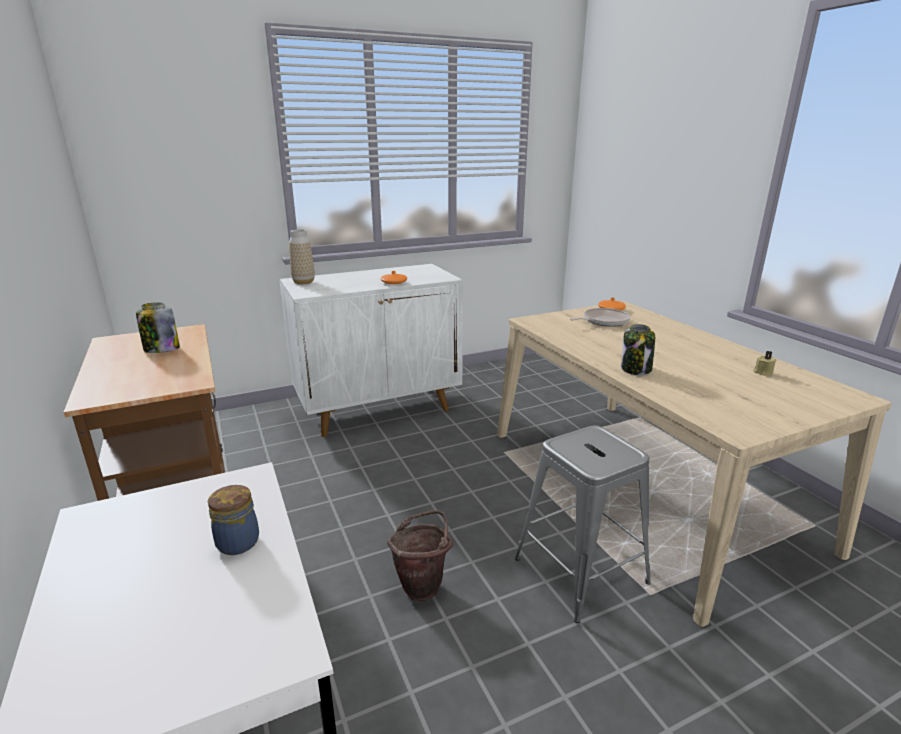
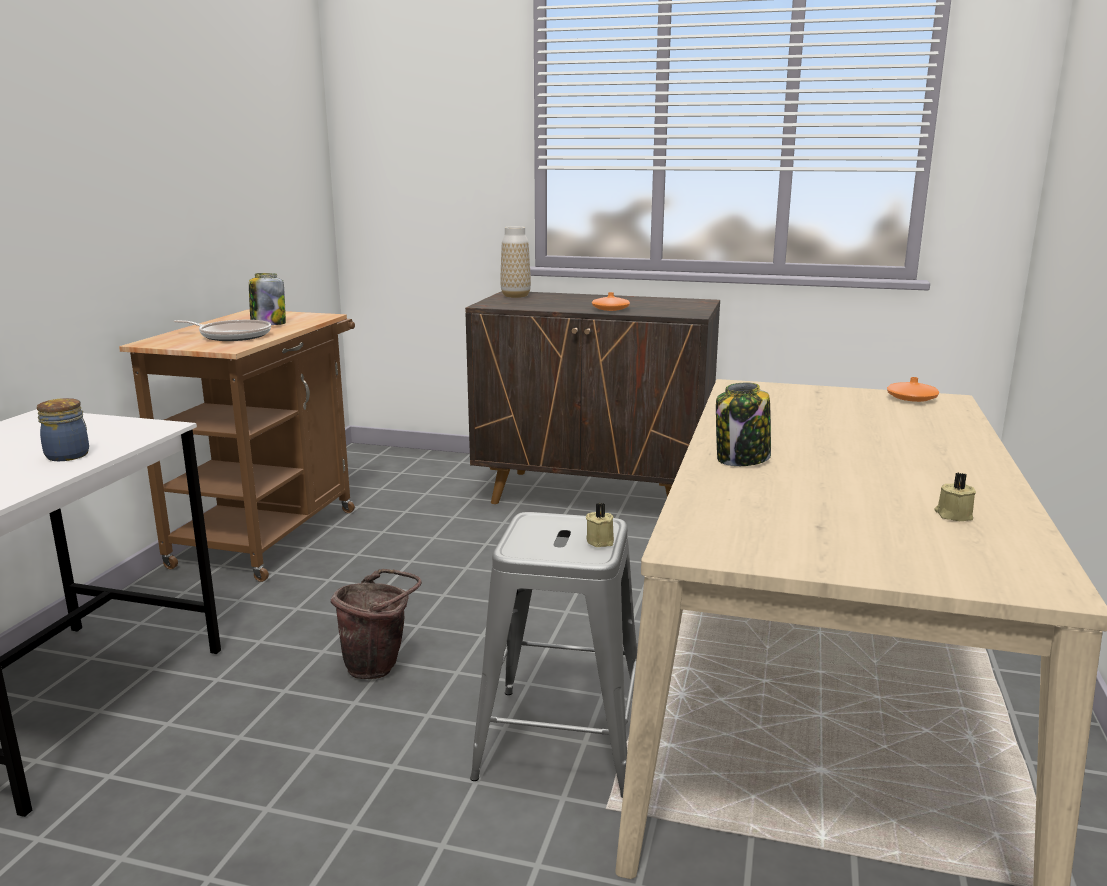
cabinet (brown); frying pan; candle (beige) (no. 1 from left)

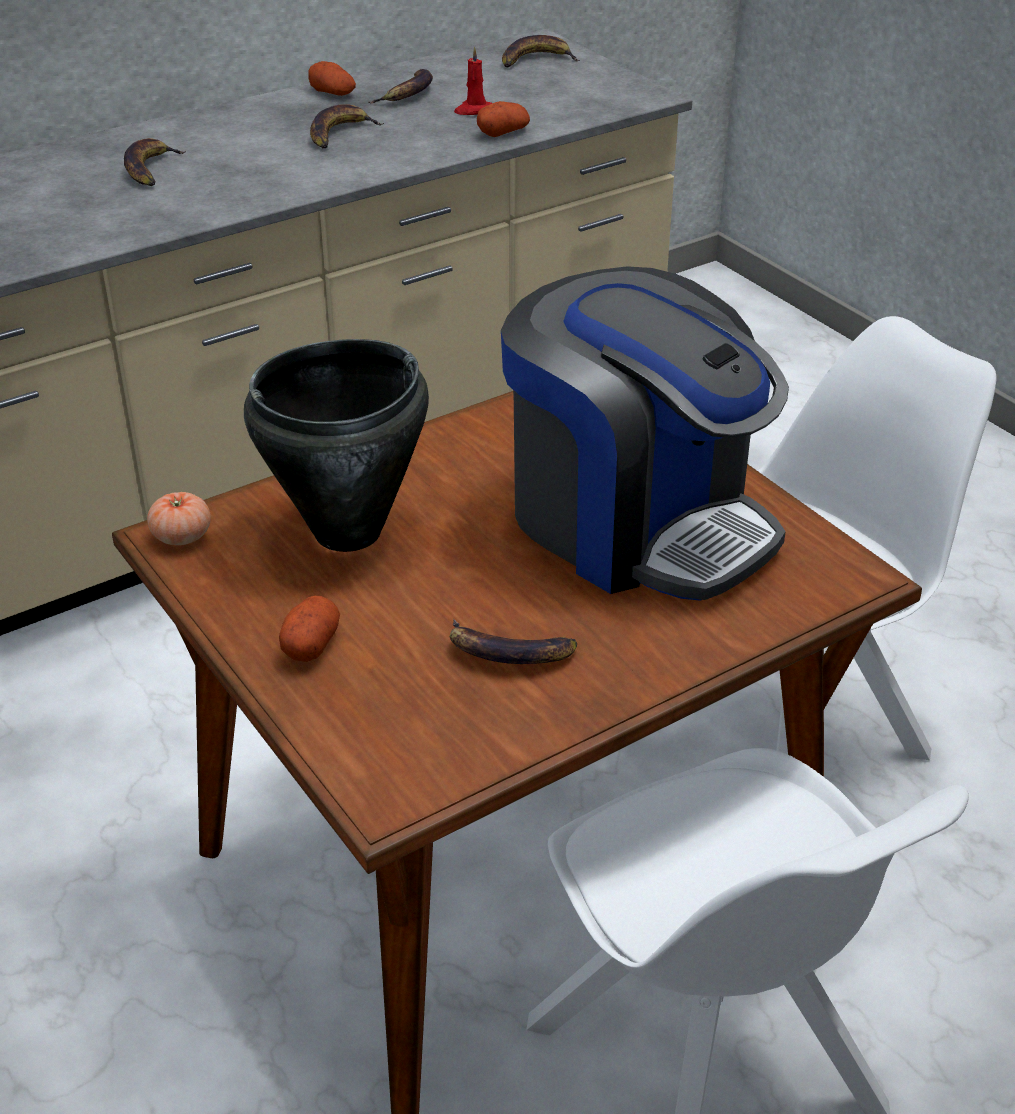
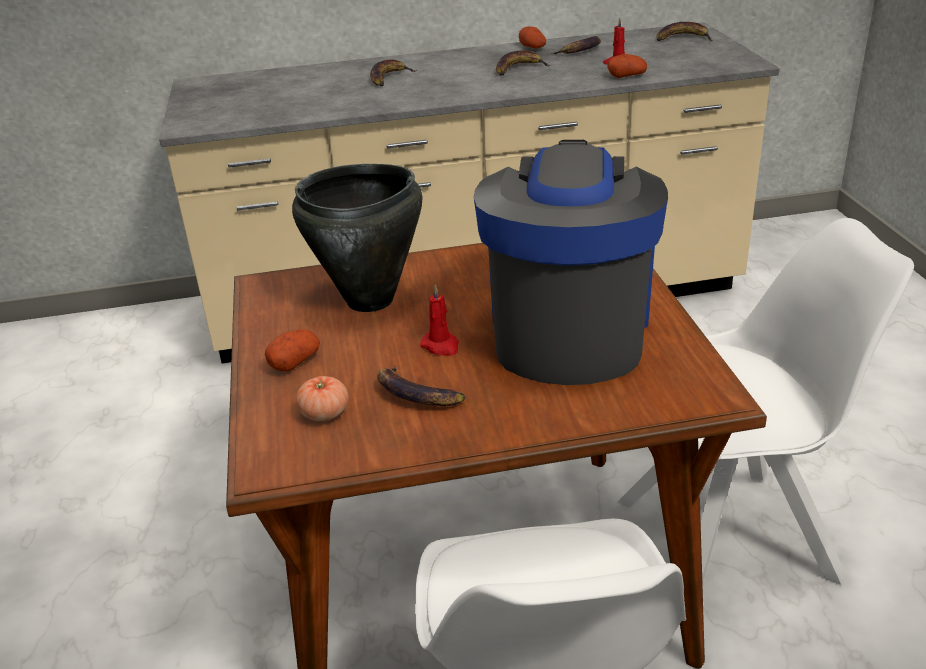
tomato; coffee machine; candle (red) (no. 1 from left)

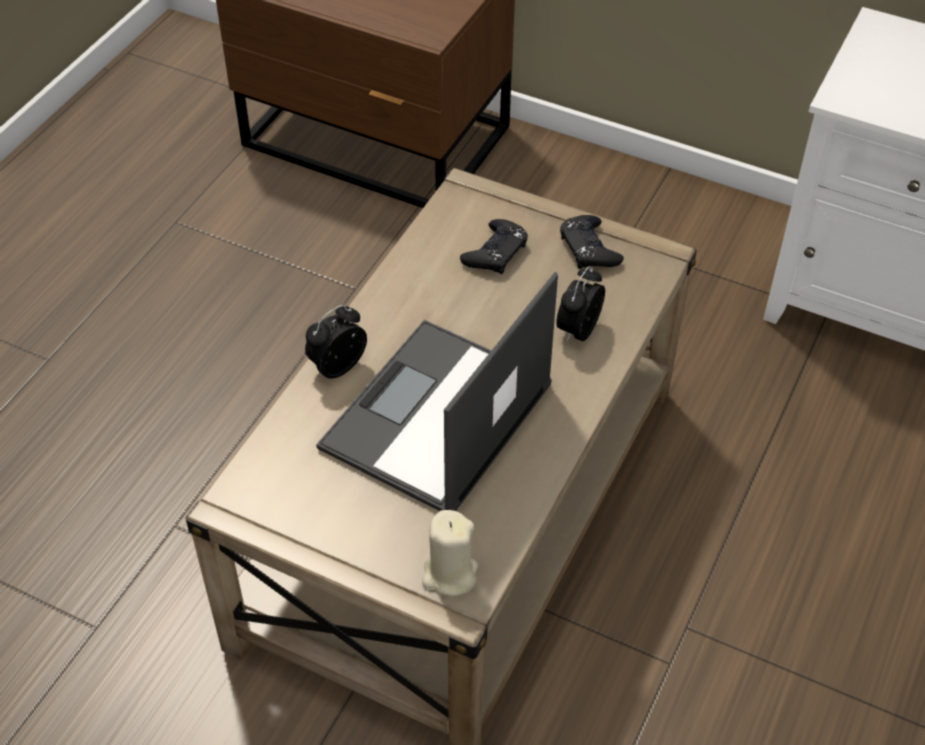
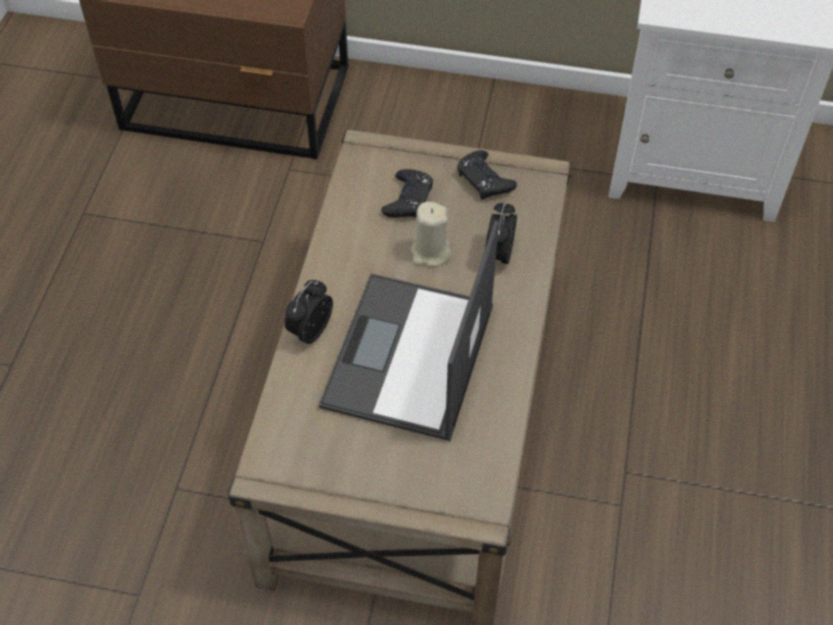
candle (beige)

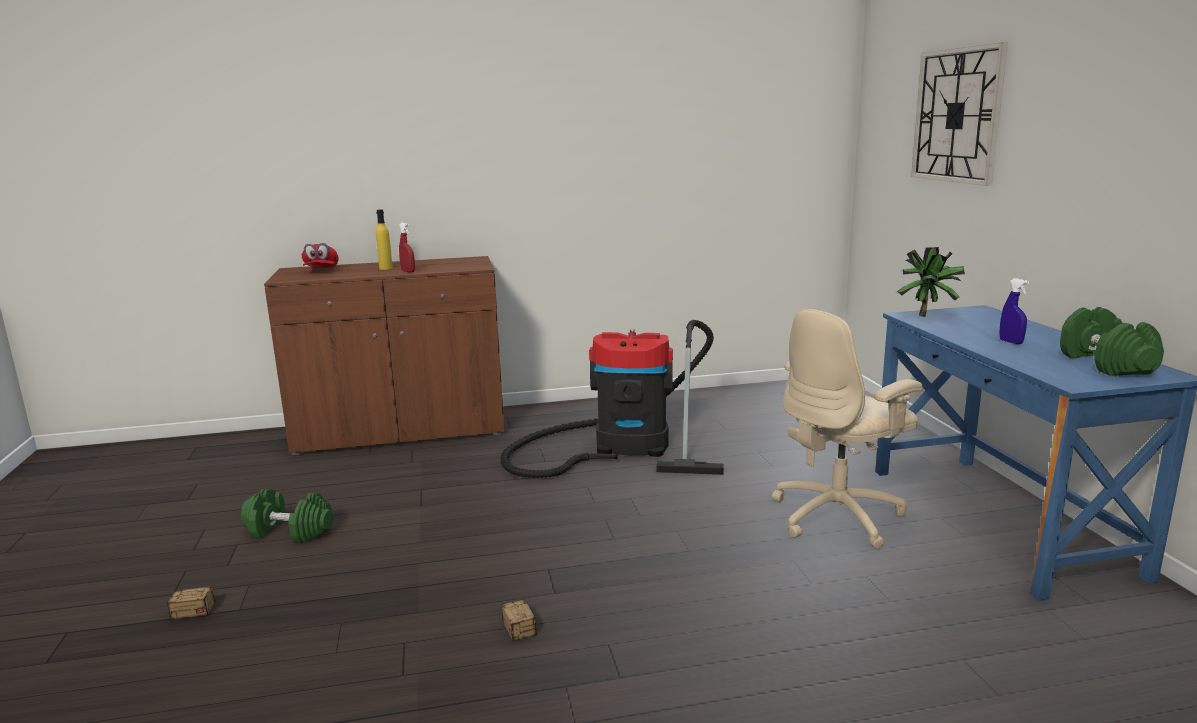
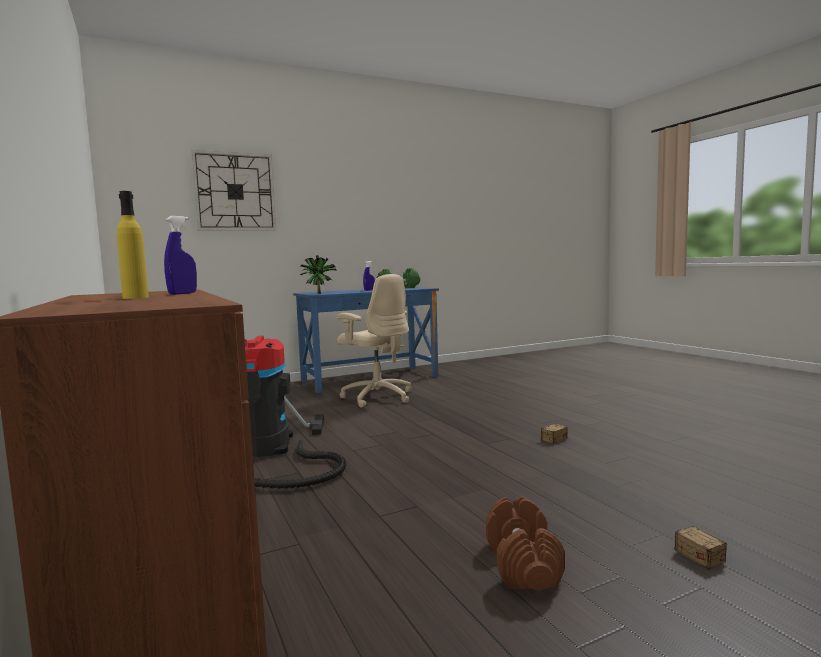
dumbbell (brown); cap (red); spray bottle (blue) (no. 1 from left)

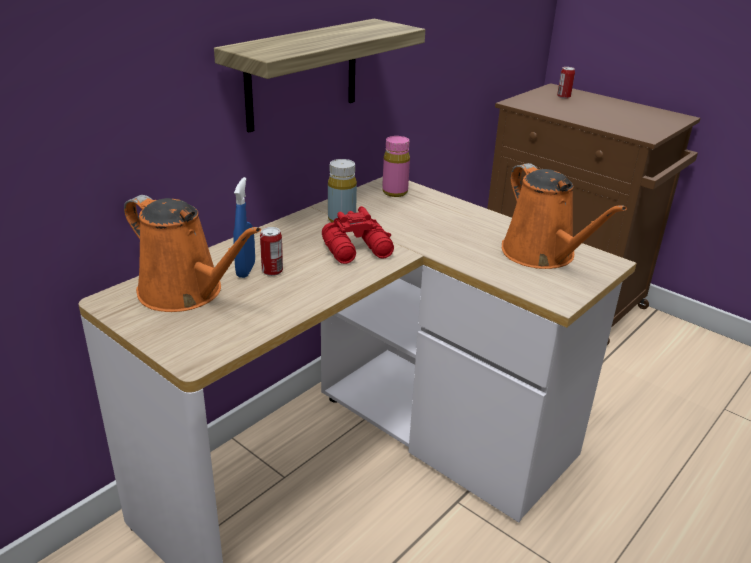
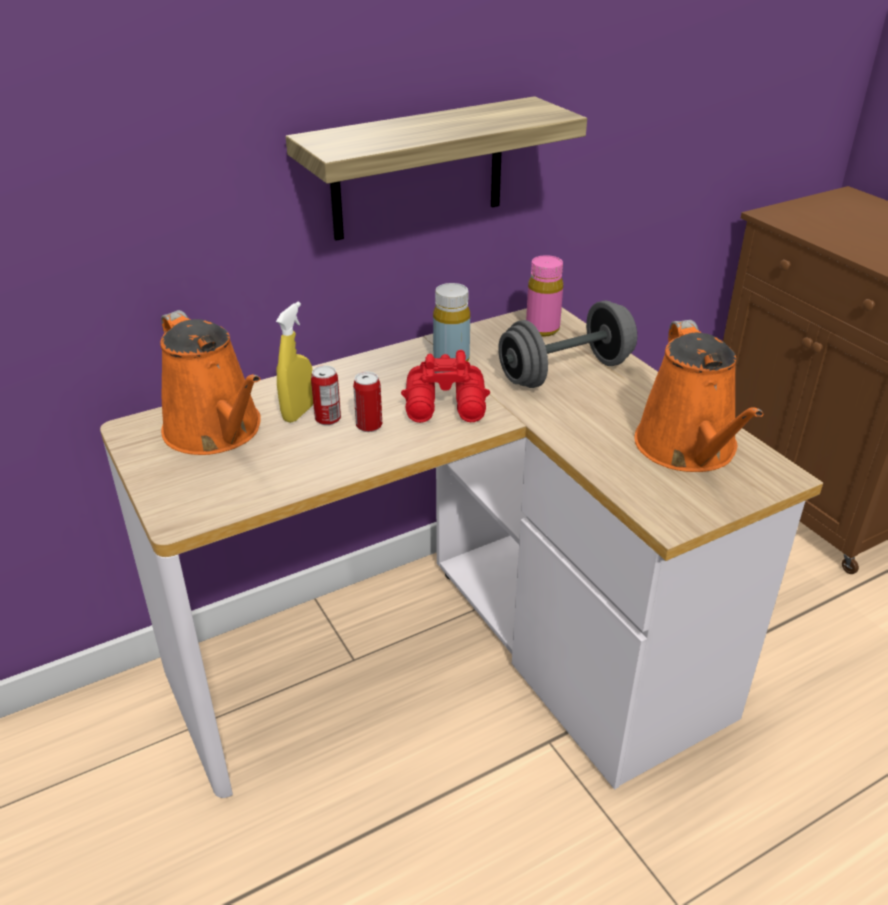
spray bottle (yellow); can (no. 2 from left); dumbbell (grey)

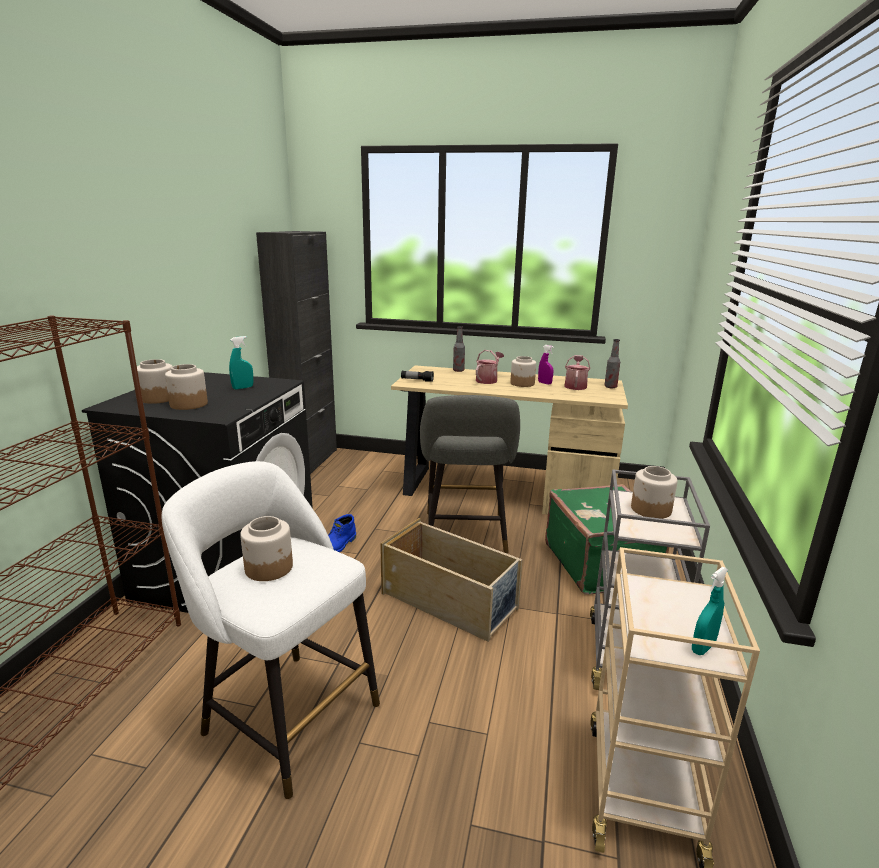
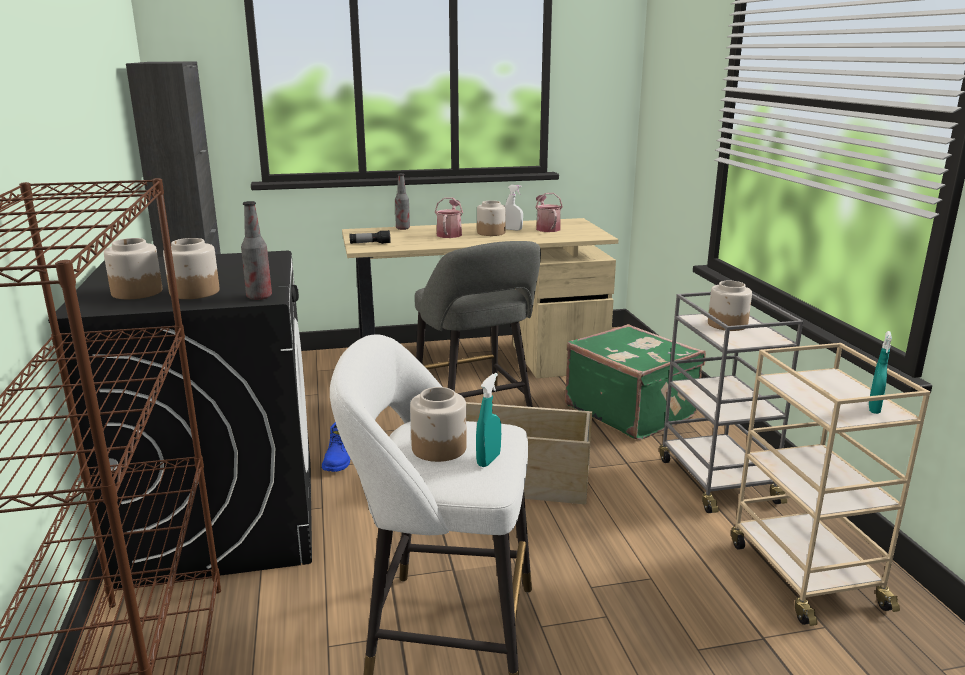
spray bottle (turquoise) (no. 1 from left); spray bottle (white); bottle (no. 1 from left)

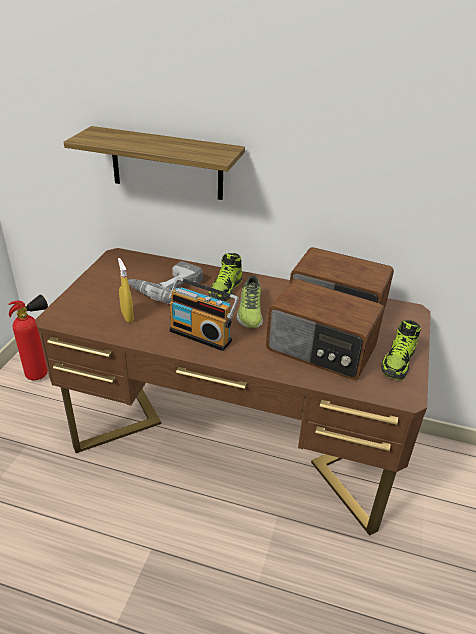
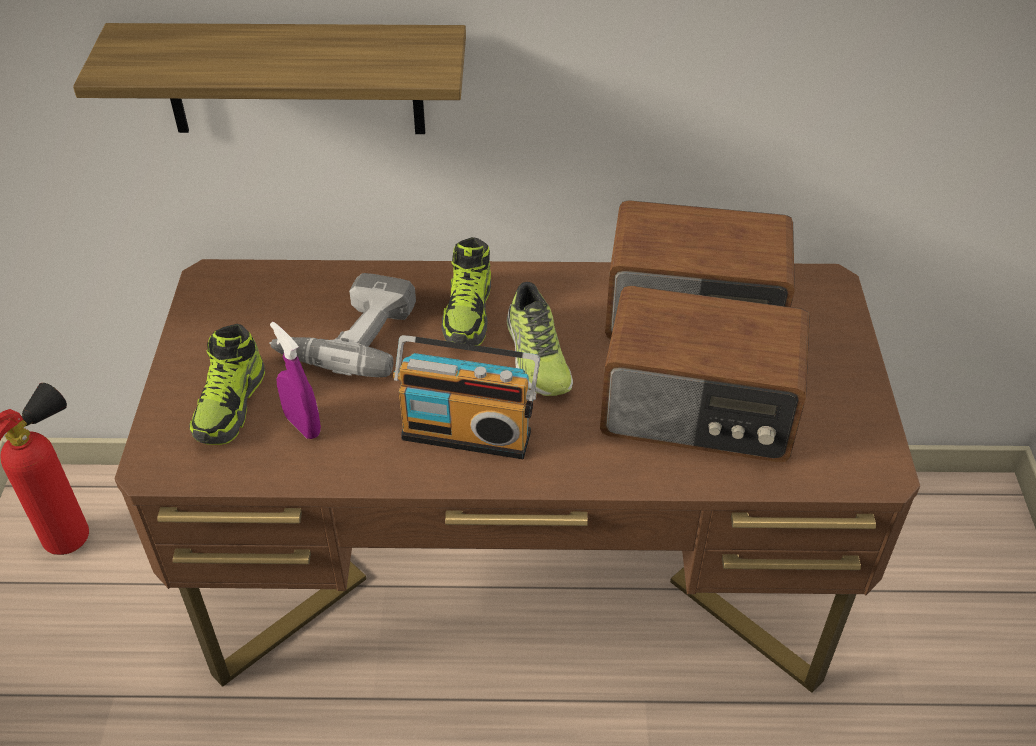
spray bottle (purple); shoe (no. 1 from left)

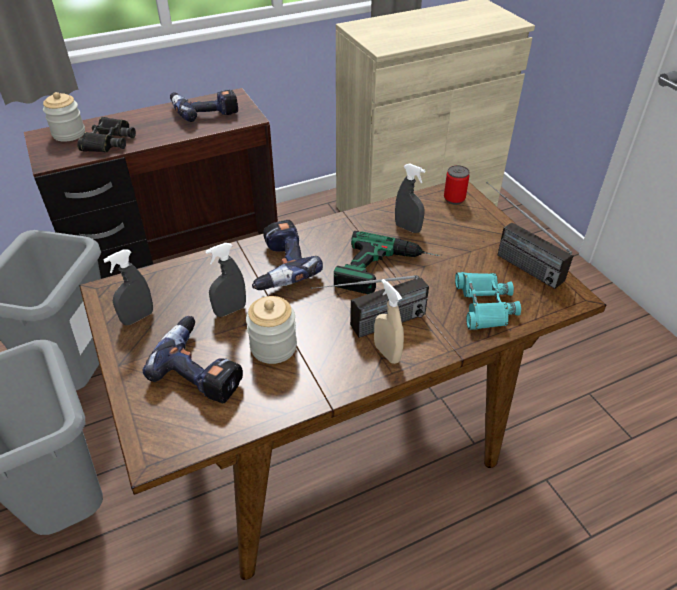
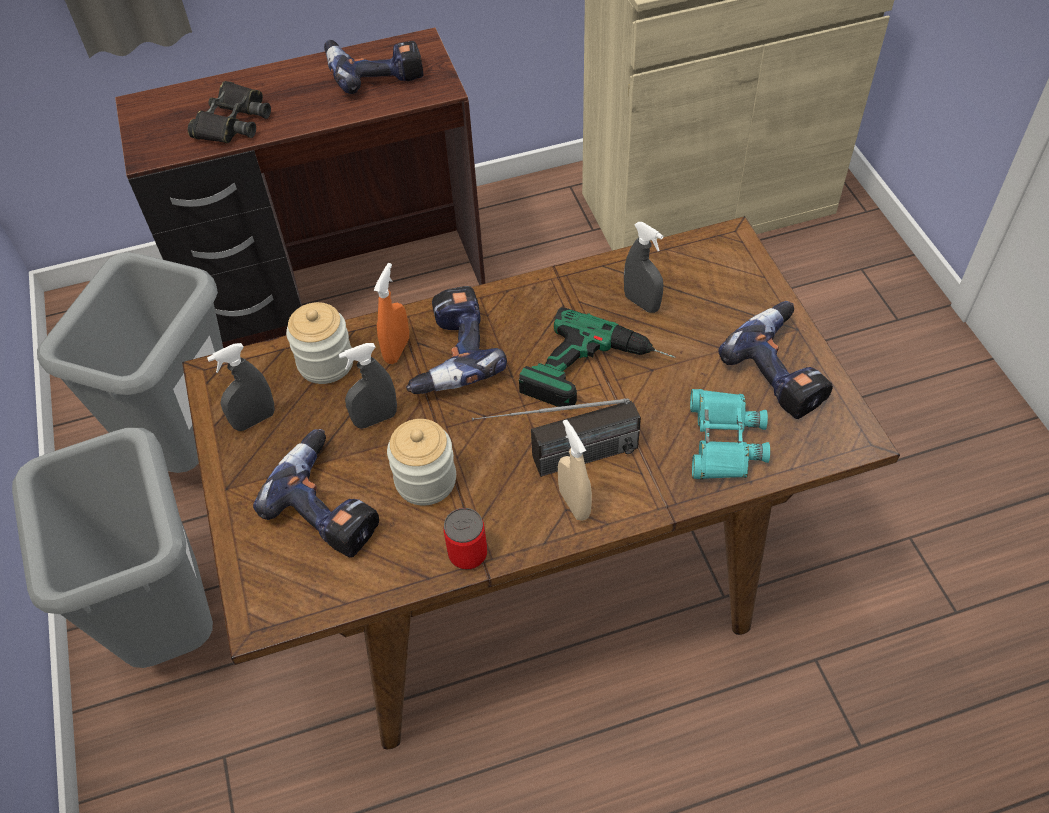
jar (no. 1 from left); can; power drill (no. 5 from left); spray bottle (orange)

